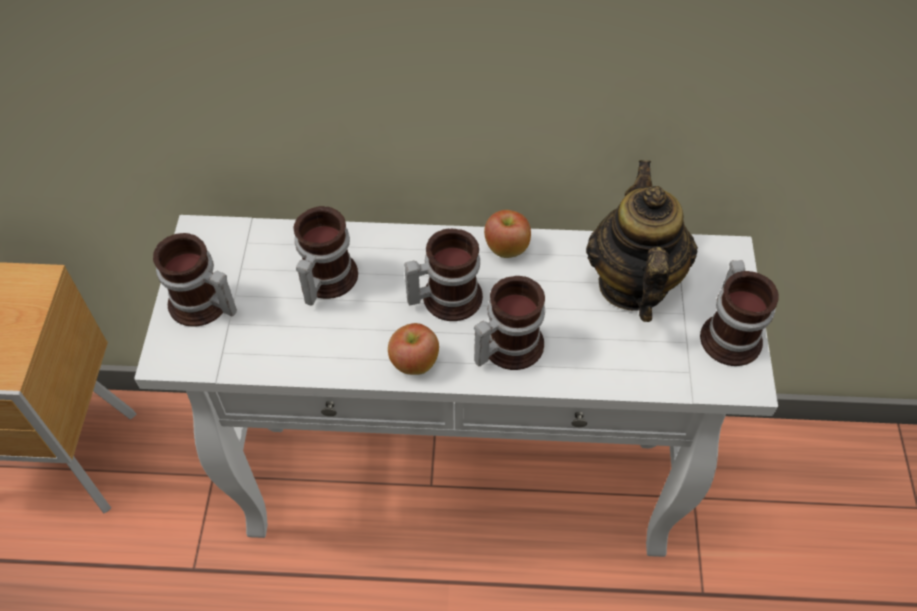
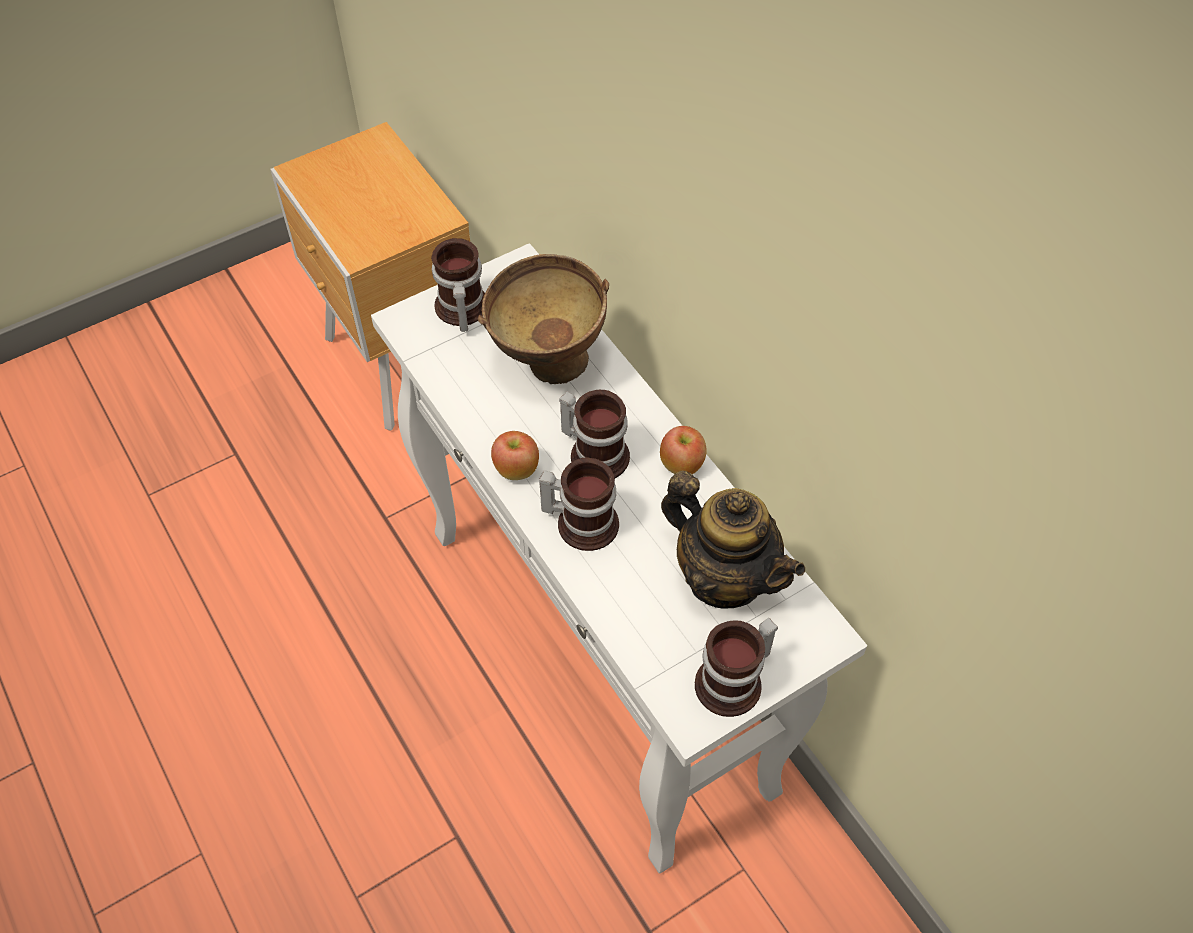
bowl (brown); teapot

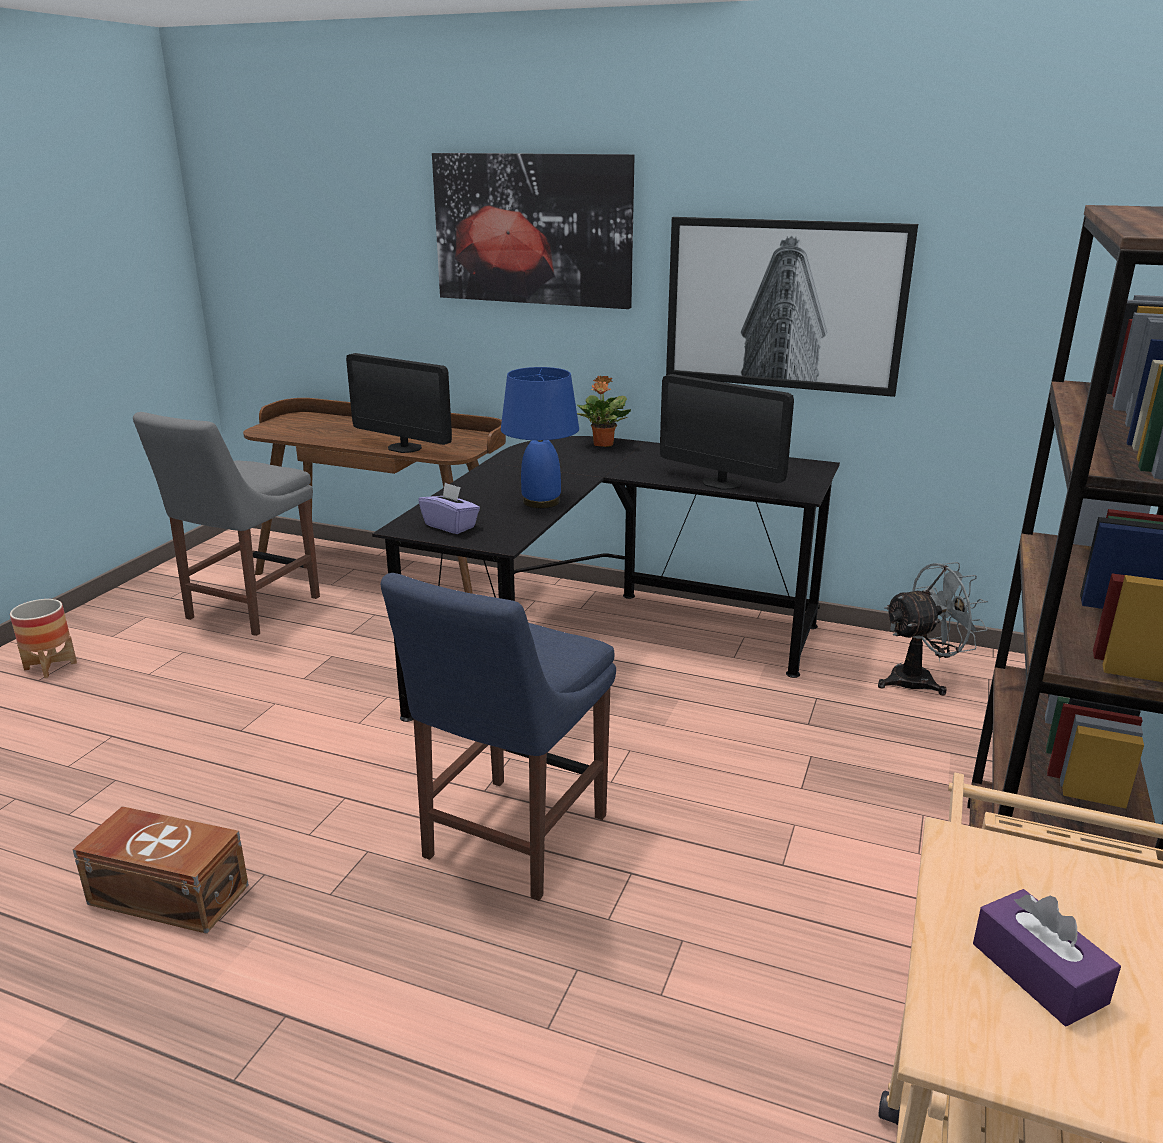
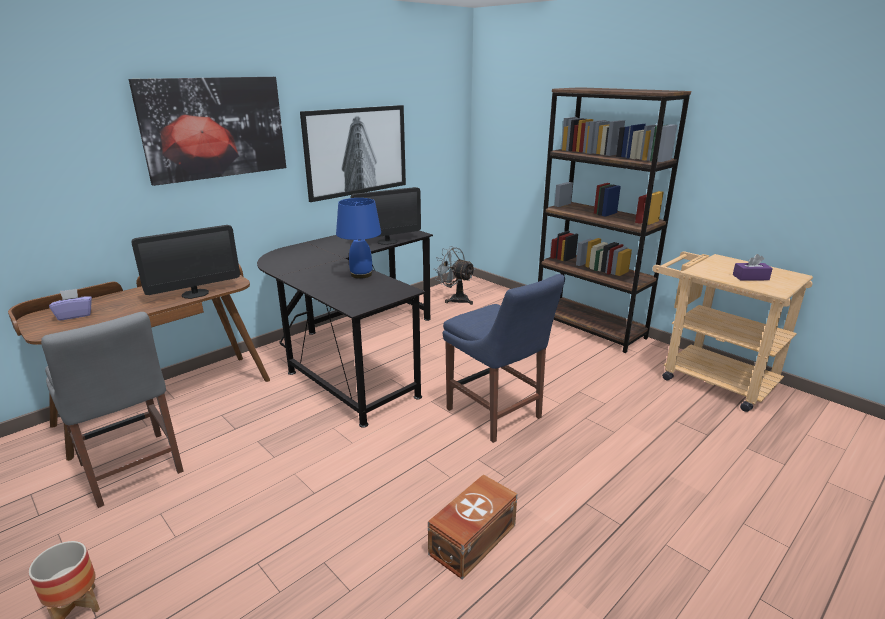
tissue box (purple) (no. 1 from left); potted plant; fan (grey)

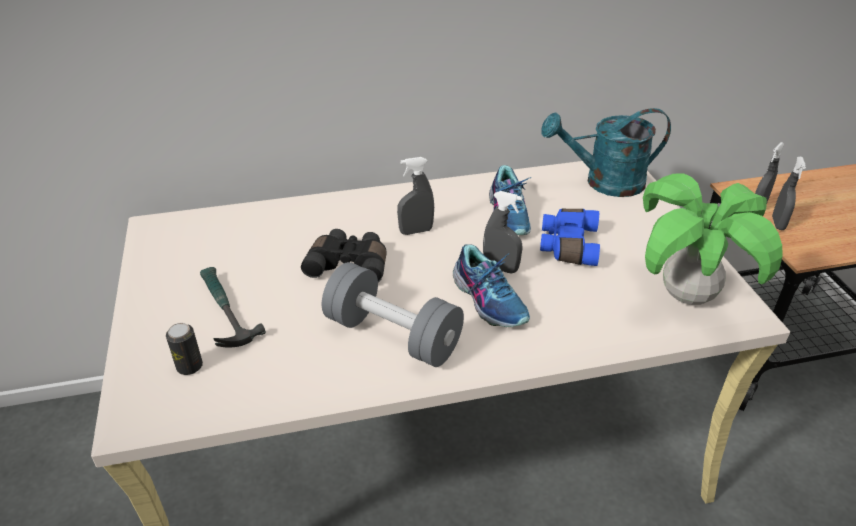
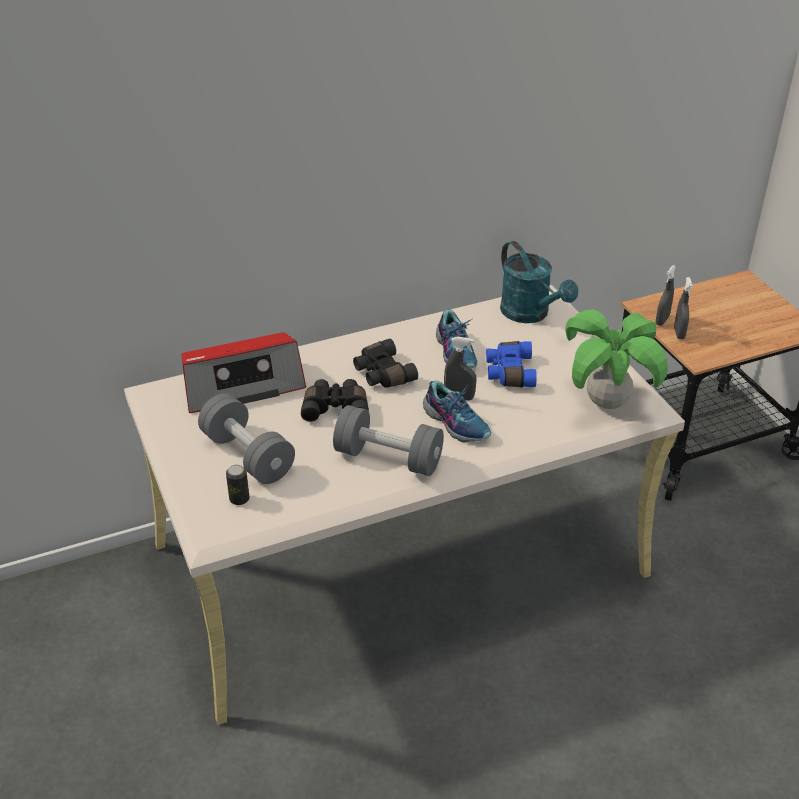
dumbbell (grey) (no. 1 from left); binoculars (black) (no. 2 from left); watering can (turquoise); radio

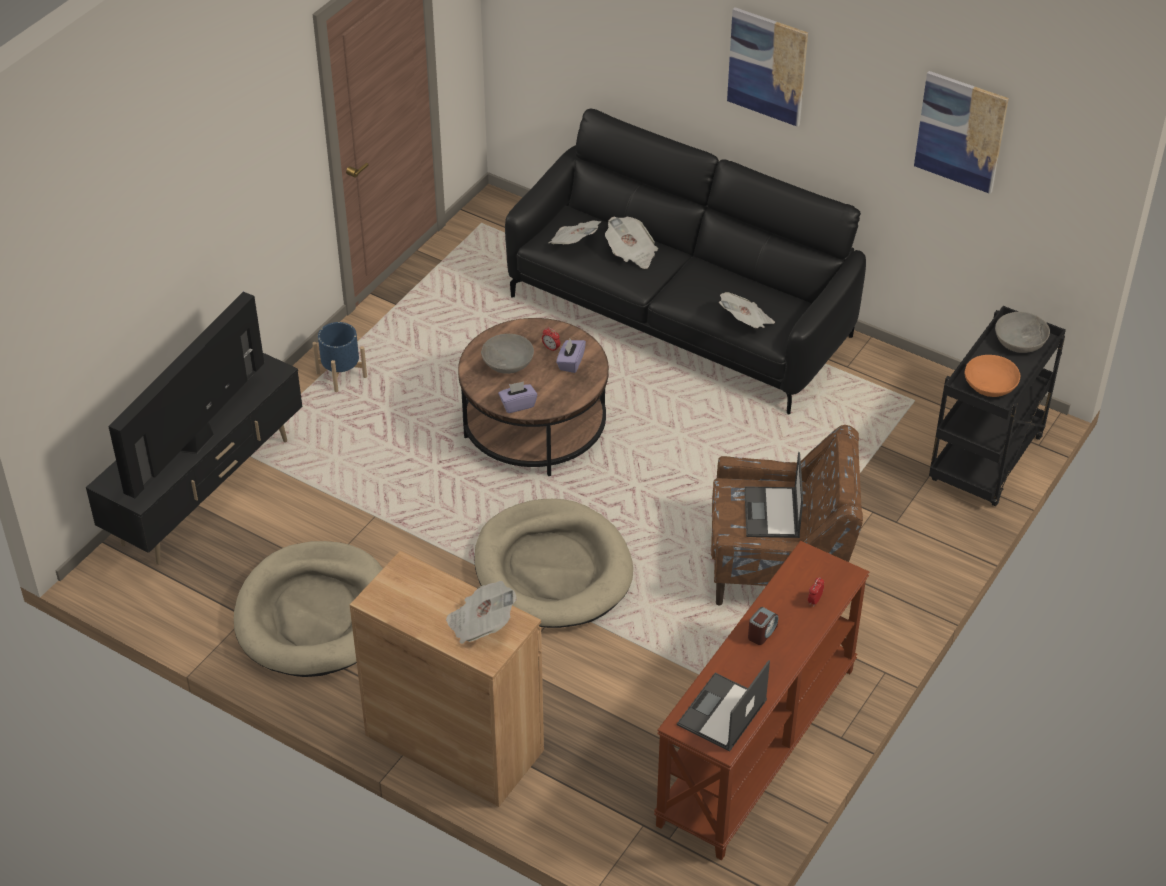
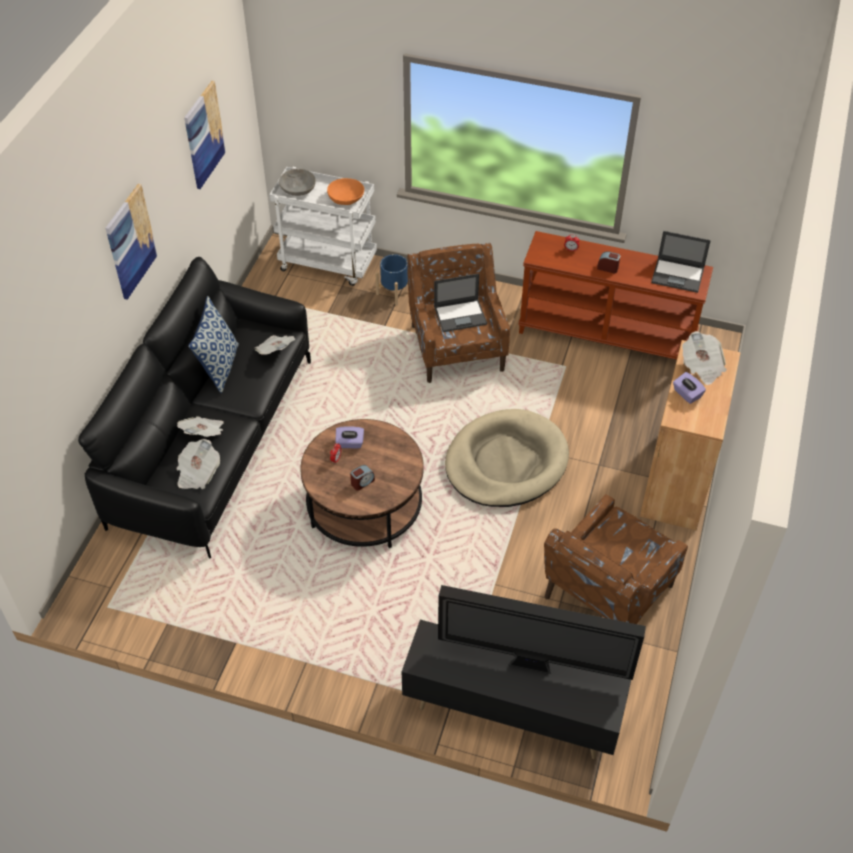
armchair (brown) (no. 2 from left); planter (blue); alarm clock (no. 2 from left); tissue box (purple) (no. 2 from left); cart (white); pillow

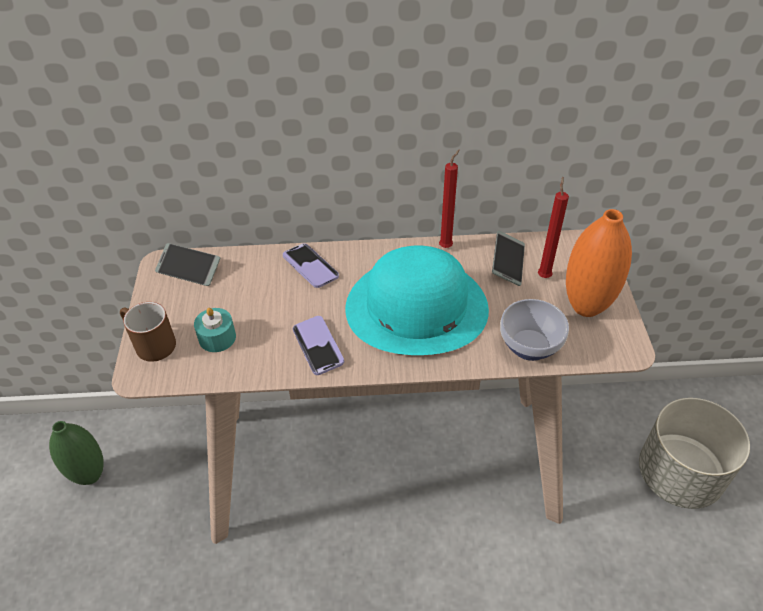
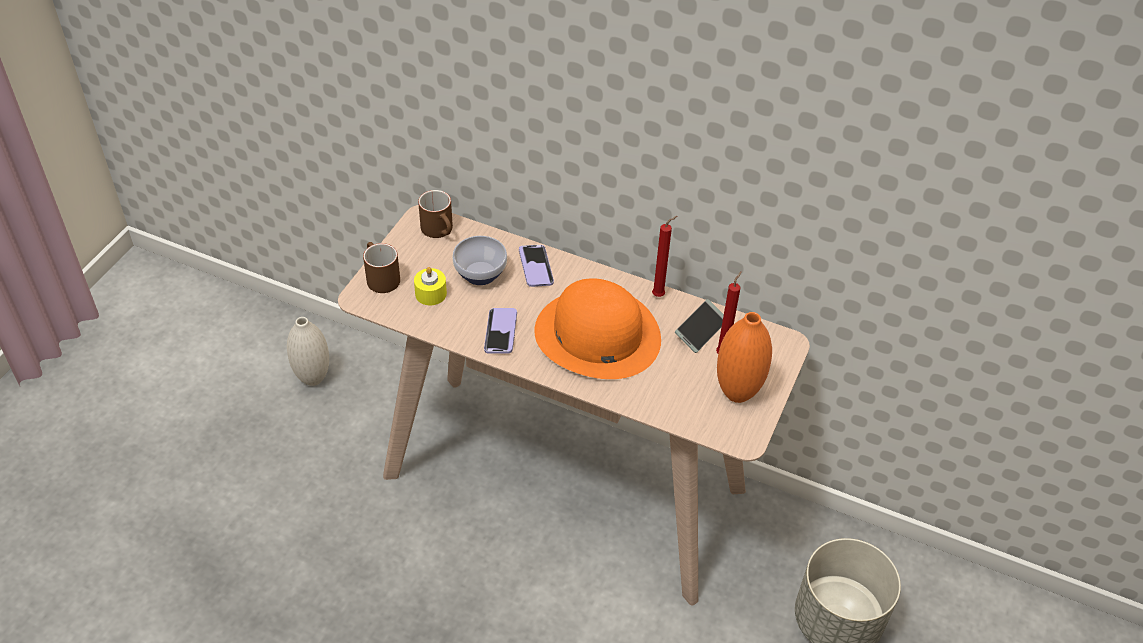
vase (white); mug (brown) (no. 2 from left); candle (yellow); hat (orange); bowl

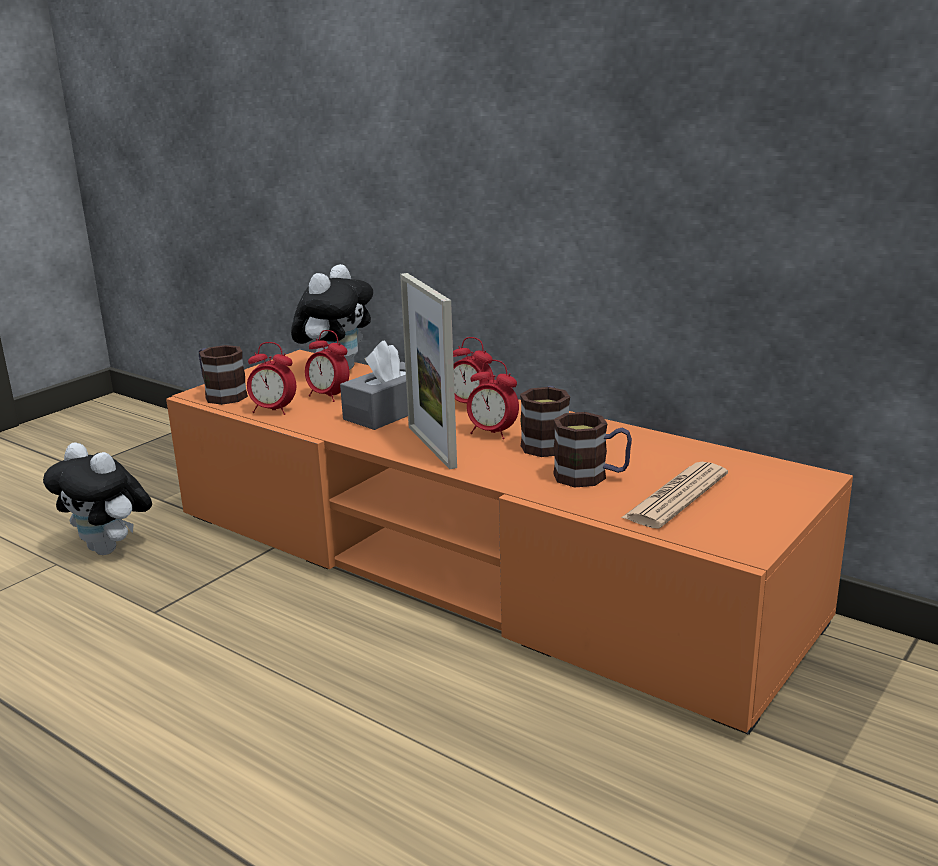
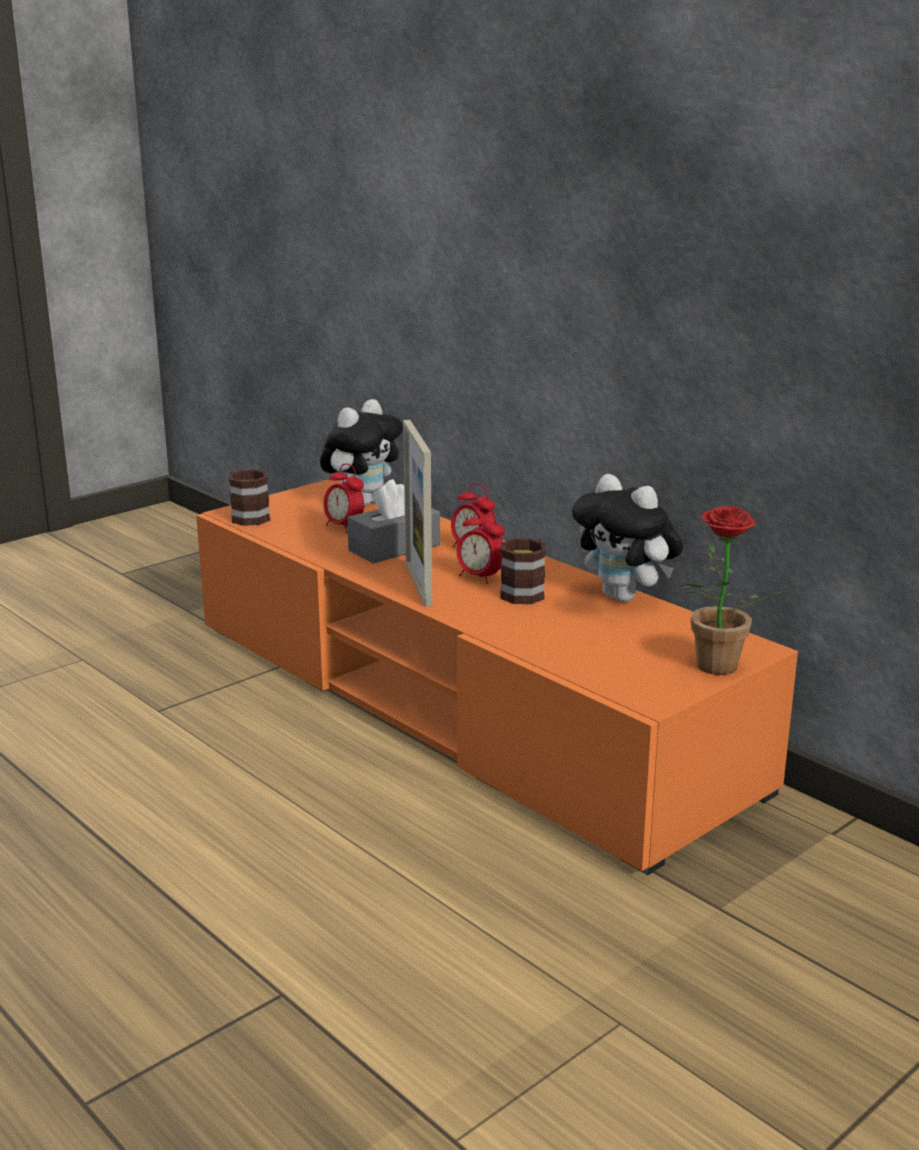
plush toy (no. 2 from left); alarm clock (no. 1 from left in the first image); mug (no. 3 from left in the first image); newspaper; potted plant

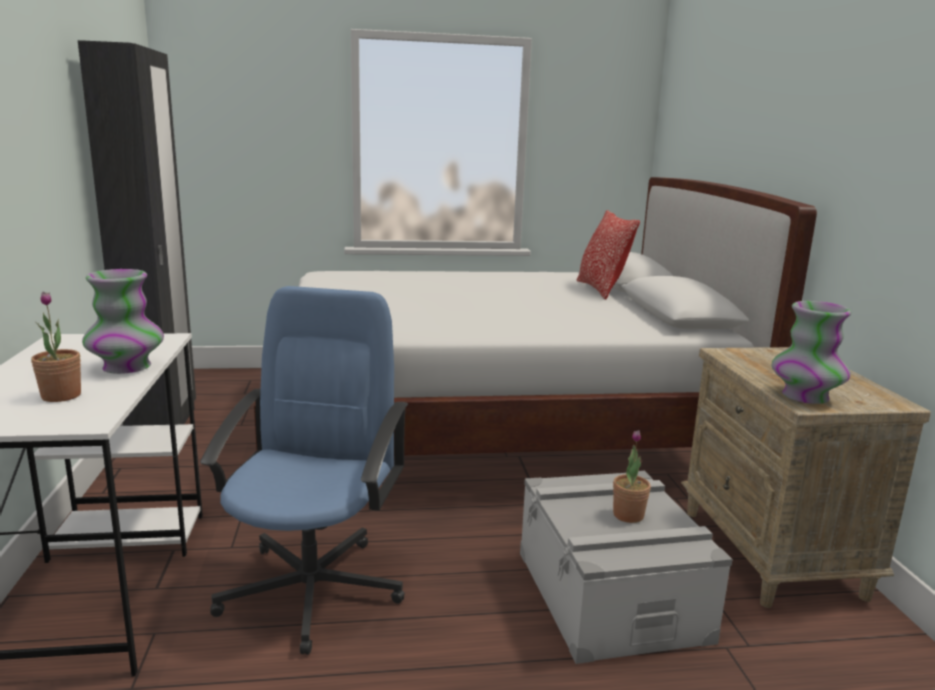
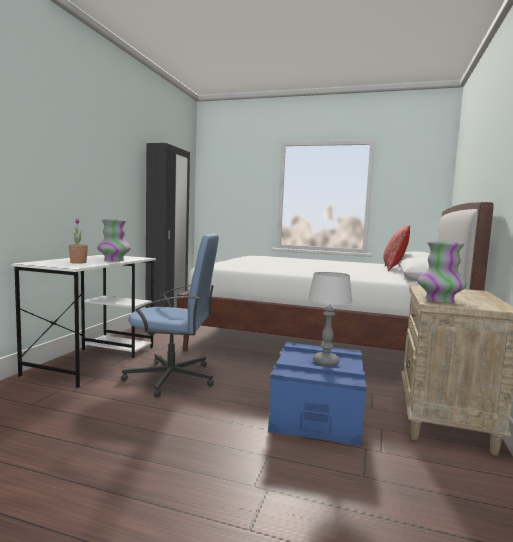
office chair (blue); storage box (blue); table lamp

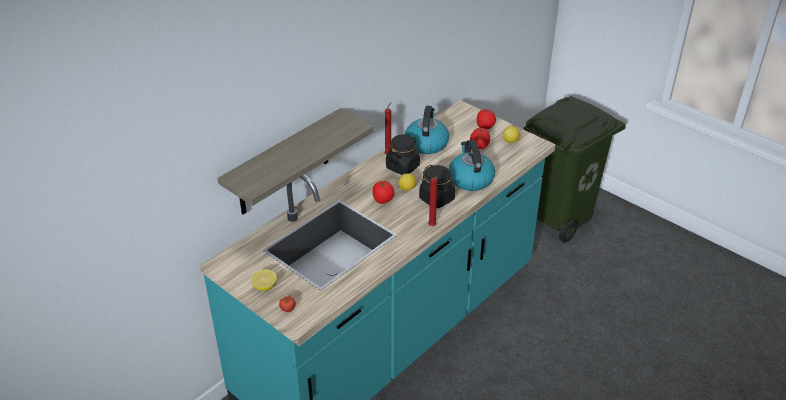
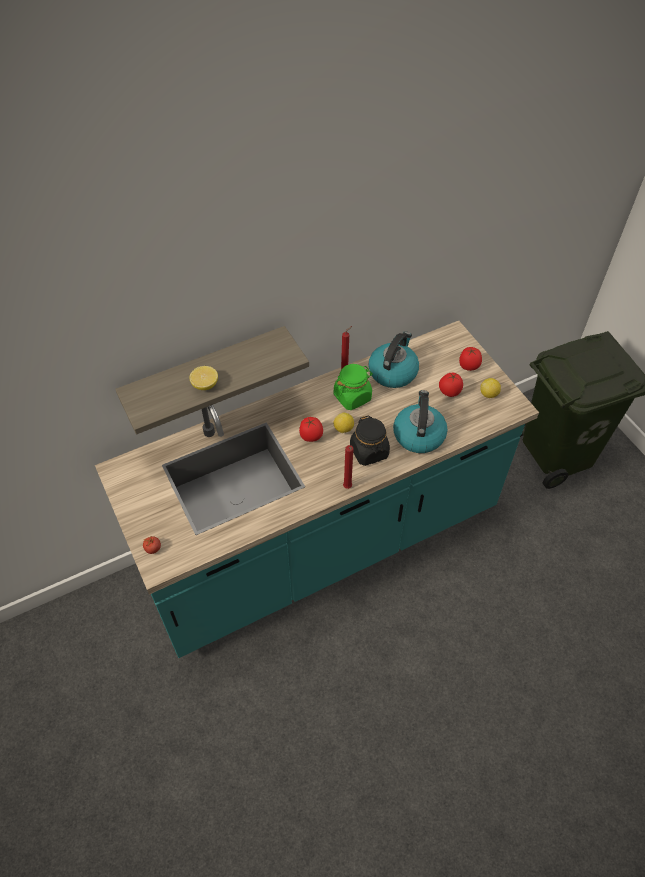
lemon (no. 1 from left); jar (green)

